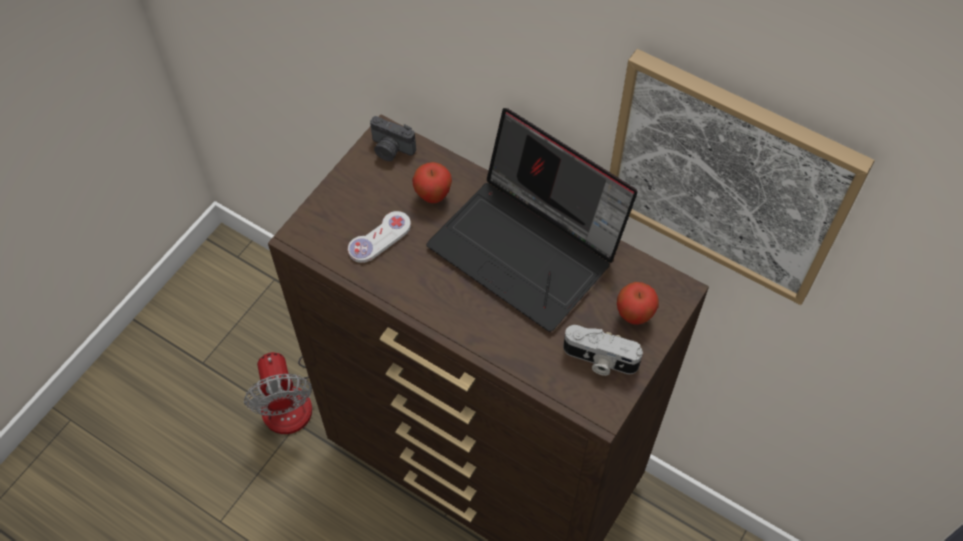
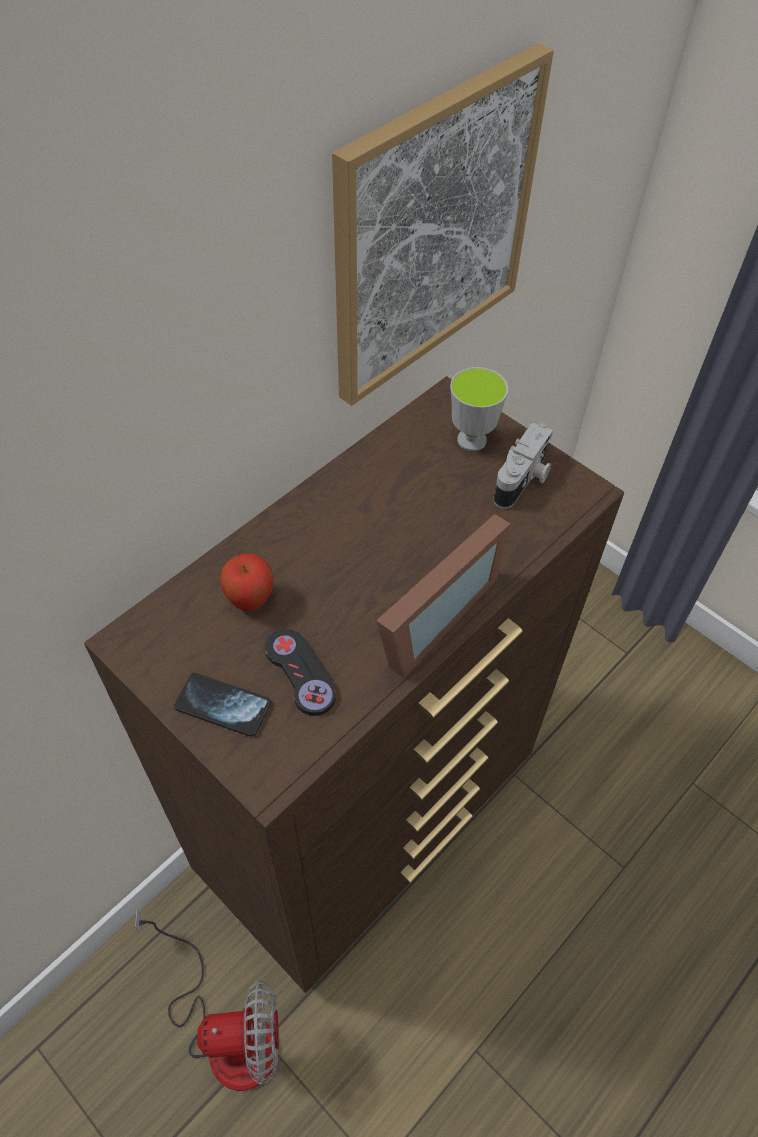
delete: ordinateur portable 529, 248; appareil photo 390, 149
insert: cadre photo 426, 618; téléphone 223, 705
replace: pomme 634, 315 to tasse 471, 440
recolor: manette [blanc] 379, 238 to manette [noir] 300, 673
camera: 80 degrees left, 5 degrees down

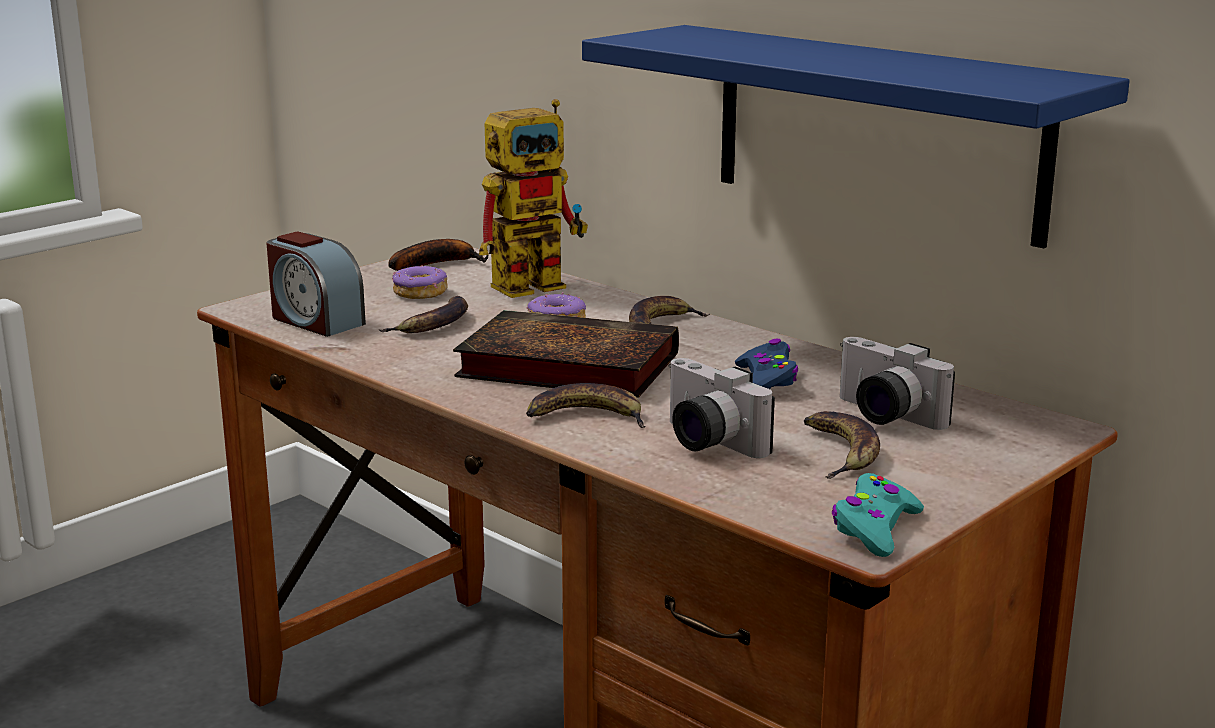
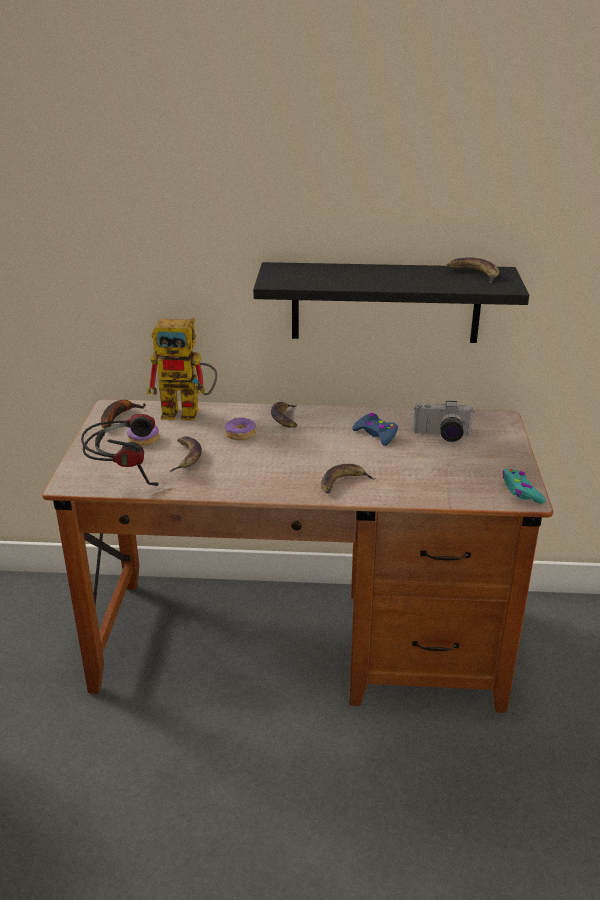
delete: livre 562, 367; appareil photo 704, 442
move: banane 839, 451 to 473, 274
replace: réveil 315, 321 to casque audio 124, 477
recolor: étagère [bleu] 877, 131 to étagère [noir] 385, 302
rotate: robot jouet 538, 283 = 189, 412 75 degrees clockwise
camera: 40 degrees left, 10 degrees up

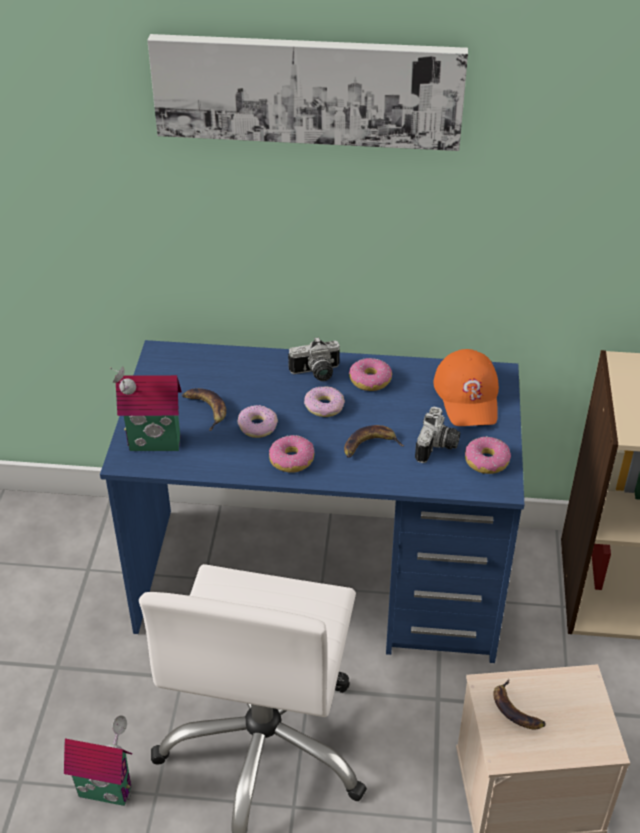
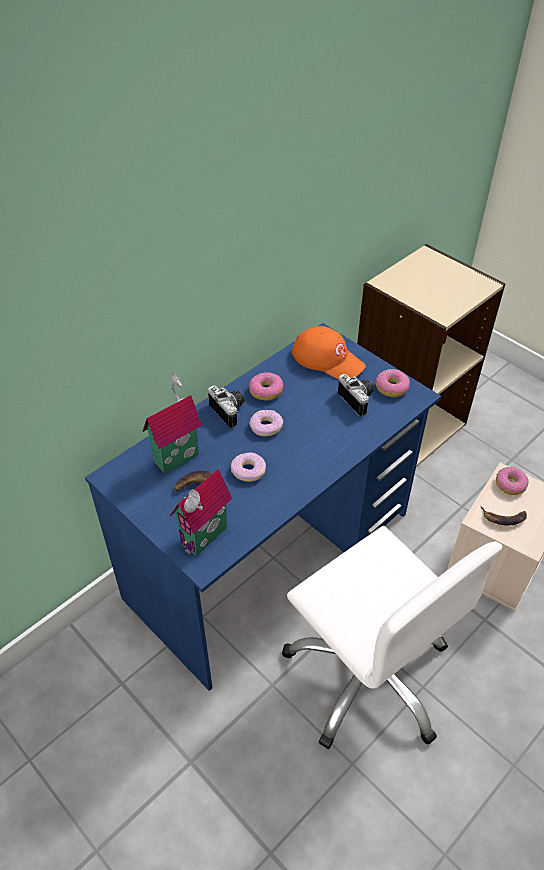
delete: tableau 307, 90; banane 369, 445
move: beignet 292, 459 to 510, 484; maison miniature 107, 788 to 175, 456
rotate: appareil photo 316, 373 = 230, 411 60 degrees counterclockwise
camera: 50 degrees left, 5 degrees up

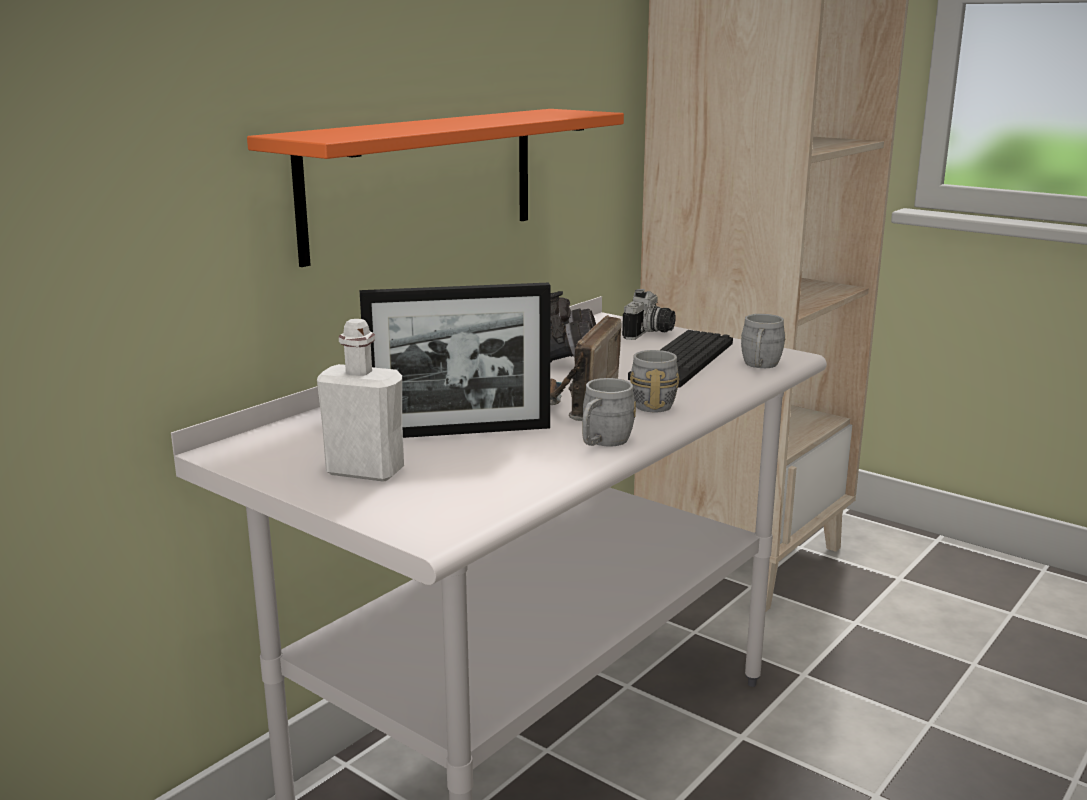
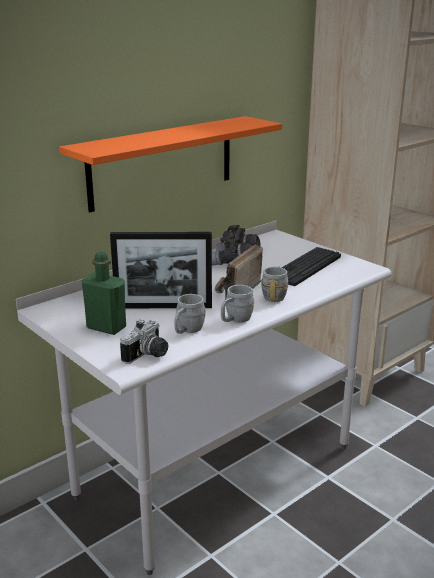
move: appareil photo 650, 333 to 148, 355; mug [gris] 759, 366 to 187, 330
recolor: bouteille [blanc] 365, 471 to bouteille [vert] 106, 327
camera: 10 degrees right, 5 degrees up

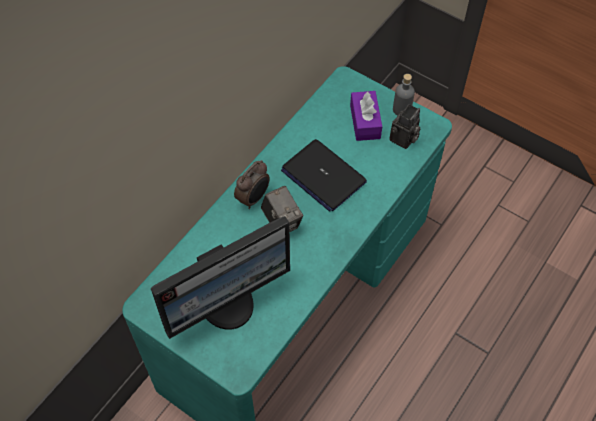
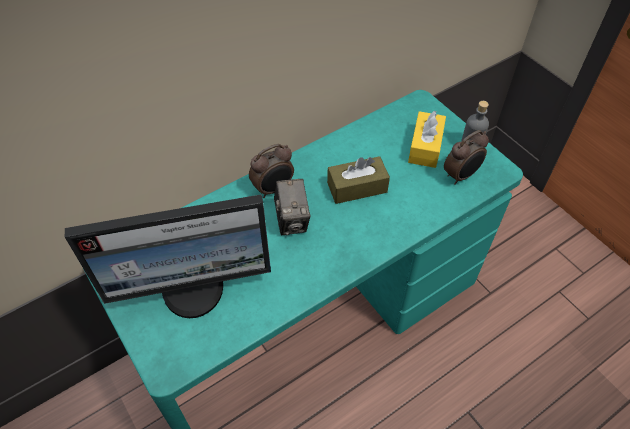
replace: appareil photo 403, 140 to réveil 461, 176; ordinateur portable 323, 176 to boîte à mouchoirs [marron] 357, 187
recolor: boîte à mouchoirs [violet] 365, 122 to boîte à mouchoirs [jaune] 425, 147
camera: 20 degrees right, 5 degrees down

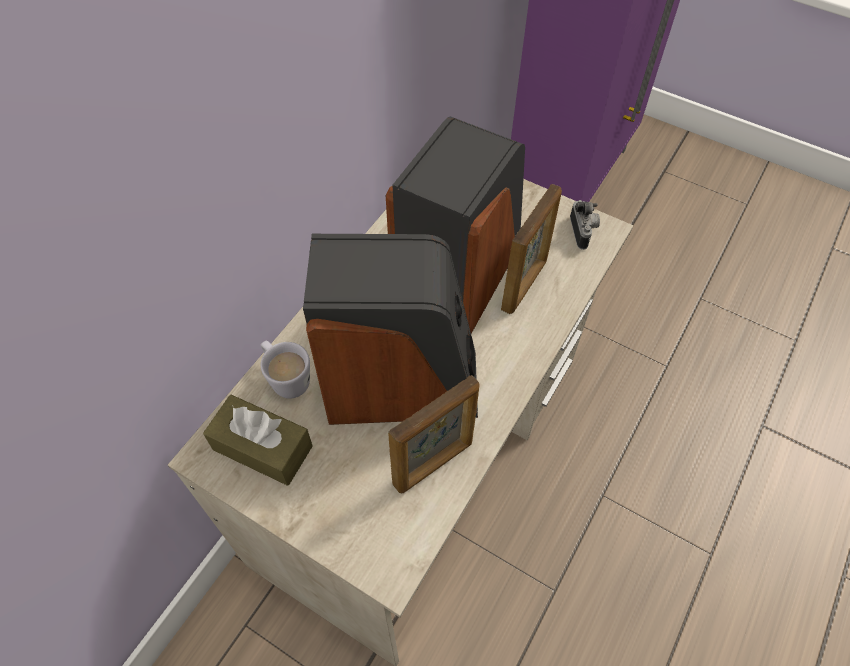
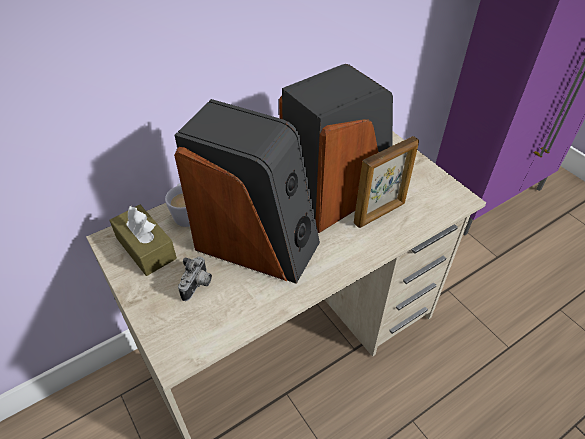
delete: cadre photo 434, 464
move: appareil photo 583, 232 to 198, 286
camera: 25 degrees right, 10 degrees down

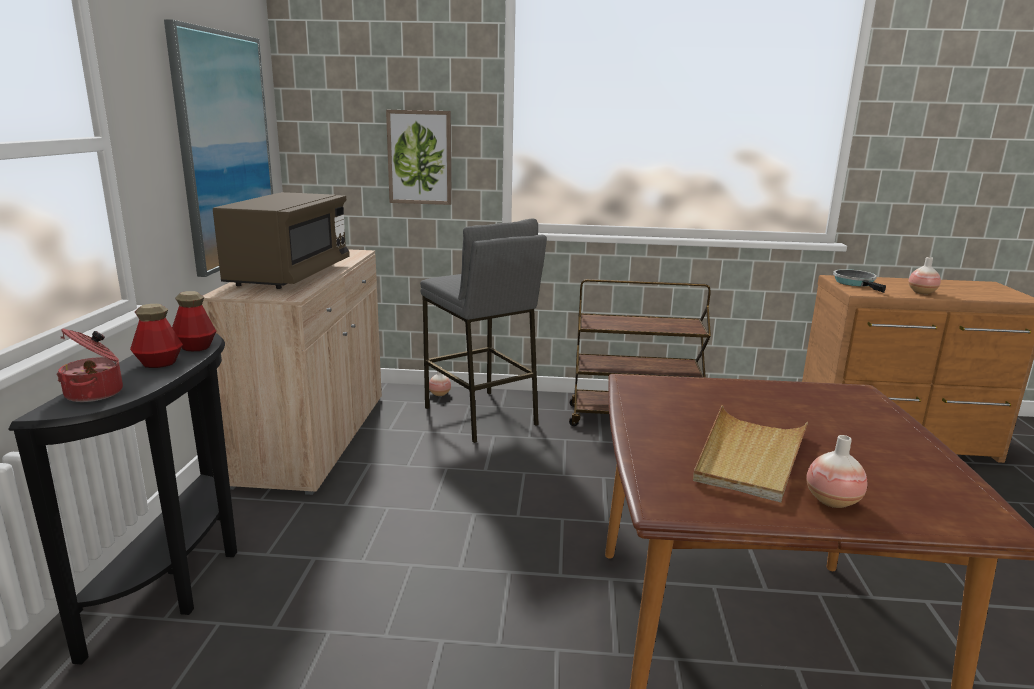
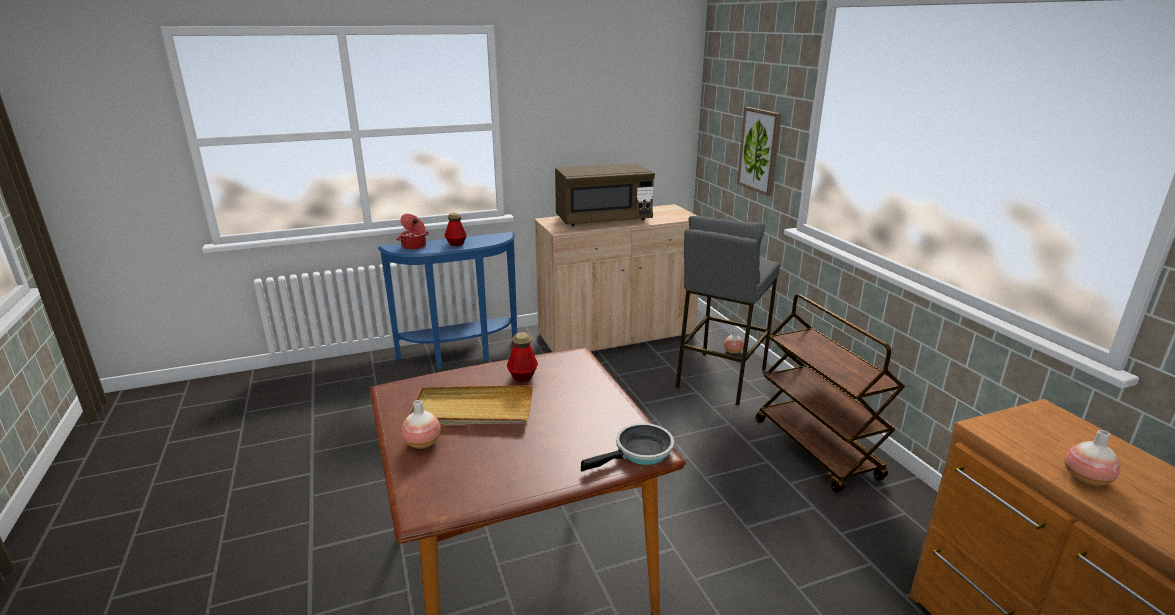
delete: tableau 226, 150
move: poêle 856, 283 to 640, 452; bouteille 195, 347 to 522, 376
recolor: table console [noir] 182, 577 to table console [bleu] 461, 356
camera: 65 degrees right, 5 degrees up

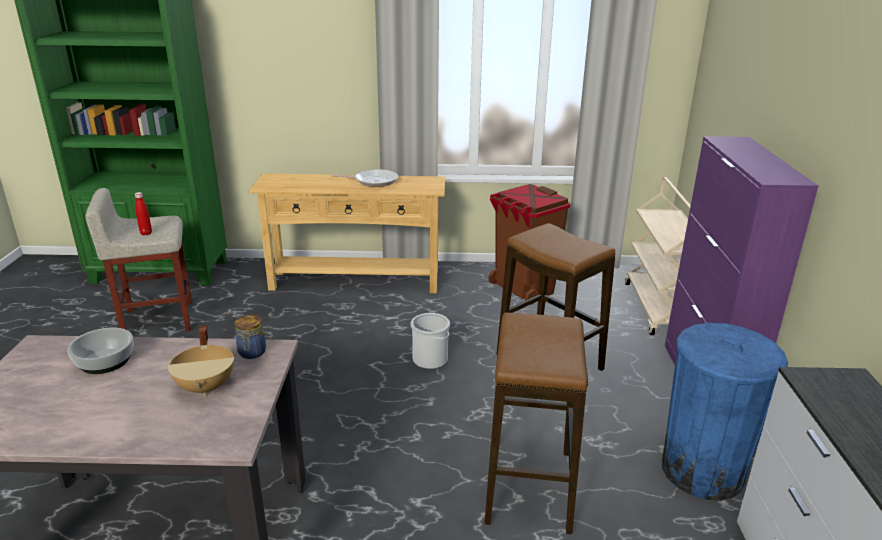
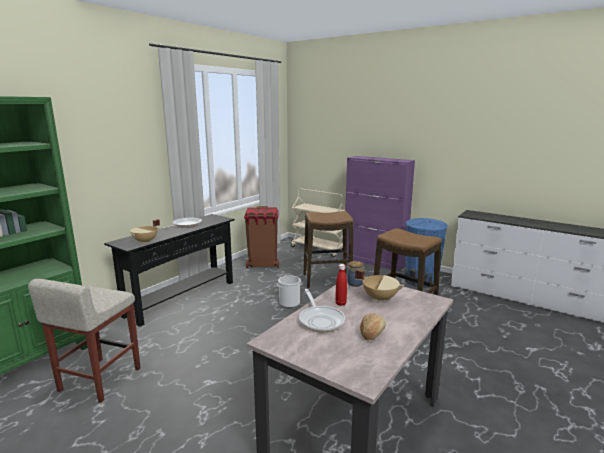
insert: marmite [beige] 146, 241; pain 372, 333
move: bouteille [rouge] 146, 233 to 340, 303
replace: bol 105, 361 to poêle 320, 320
recolor: table console [beige] 355, 281 to table console [noir] 181, 298
camera: 55 degrees left, 10 degrees down

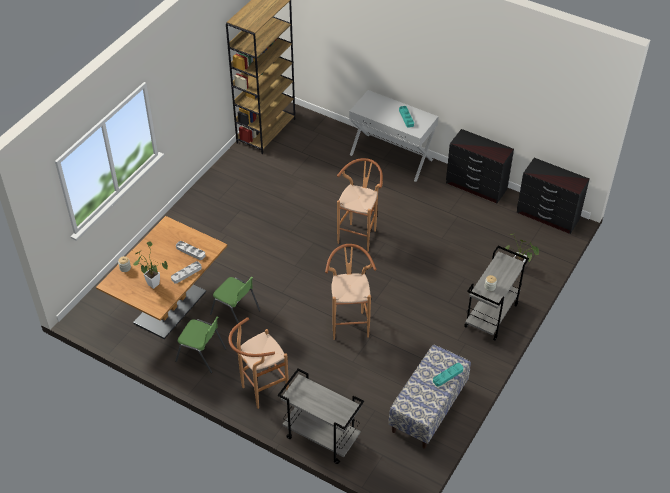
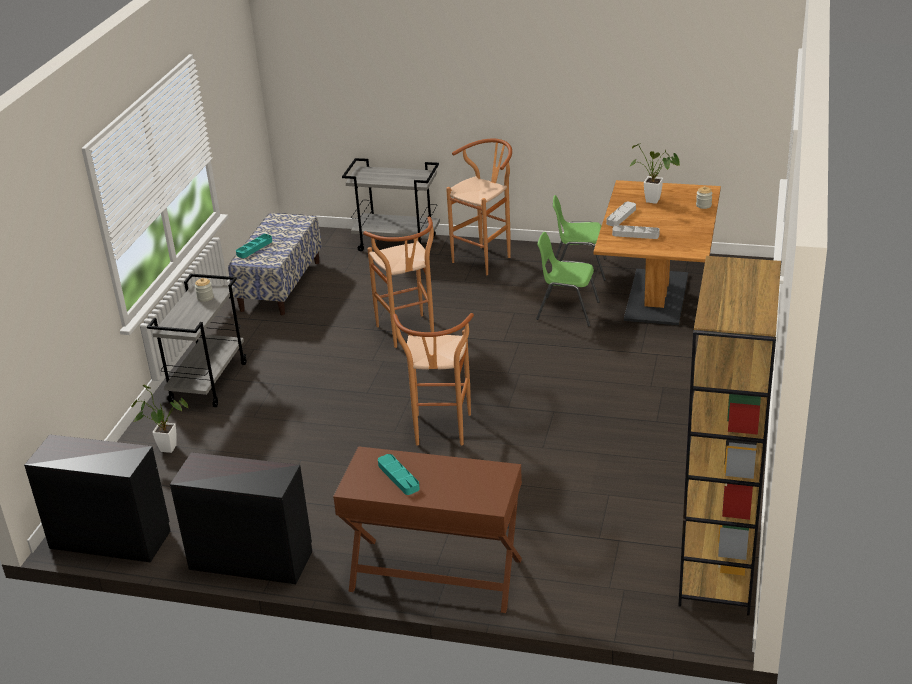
recolor: table console [blanc] 391, 157 to table console [marron] 435, 575
camera: 165 degrees right, 15 degrees down

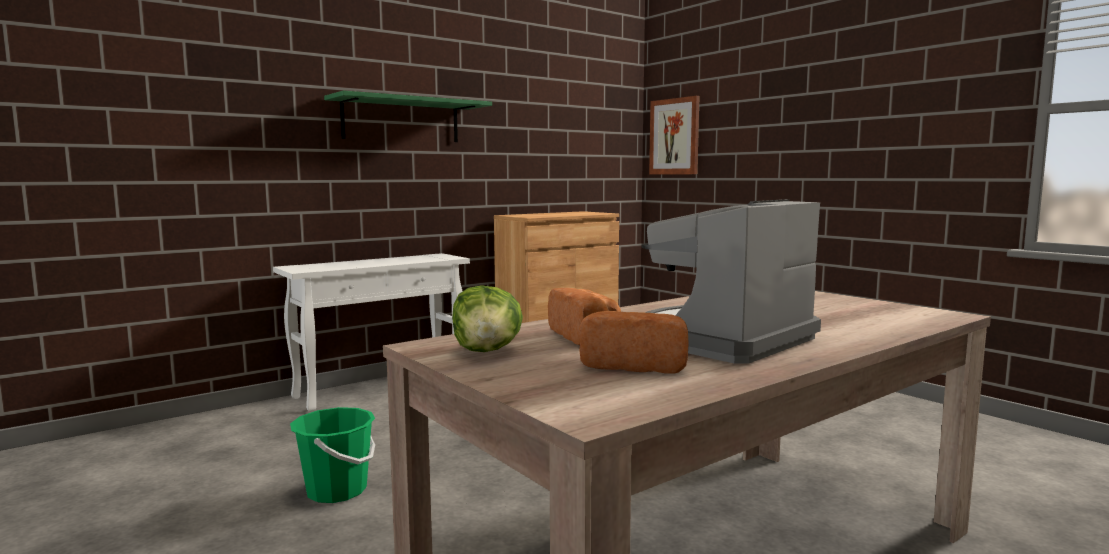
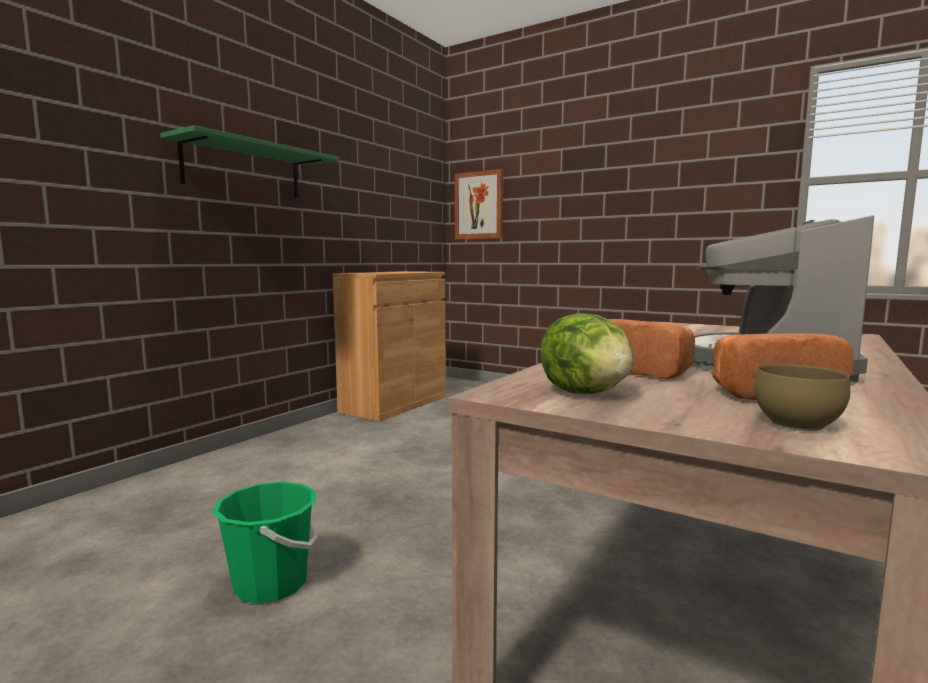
delete: table console [blanc] 382, 388
insert: bol [marron] 800, 425
camera: 20 degrees left, 0 degrees up

